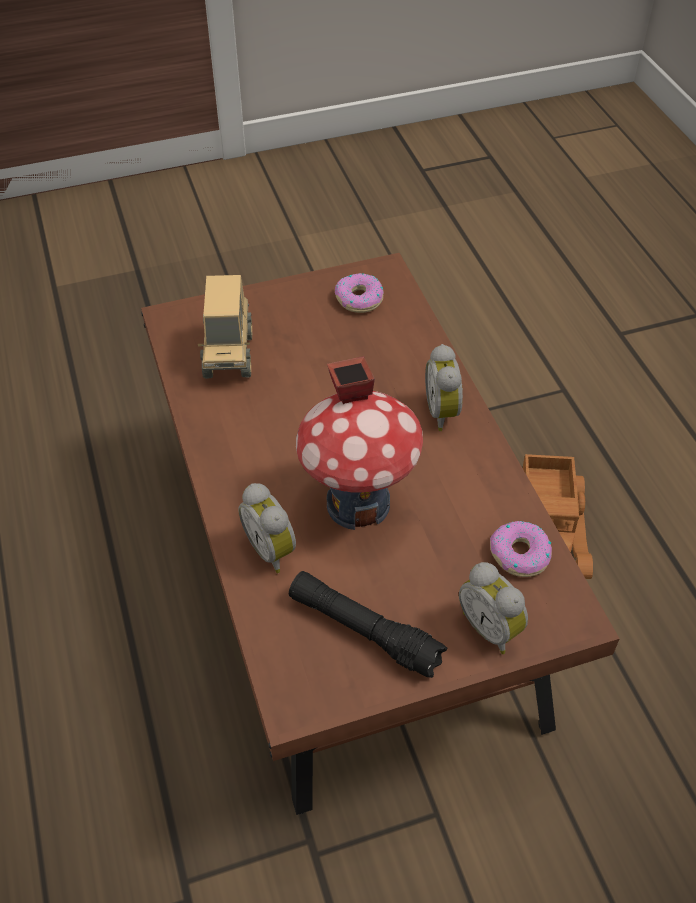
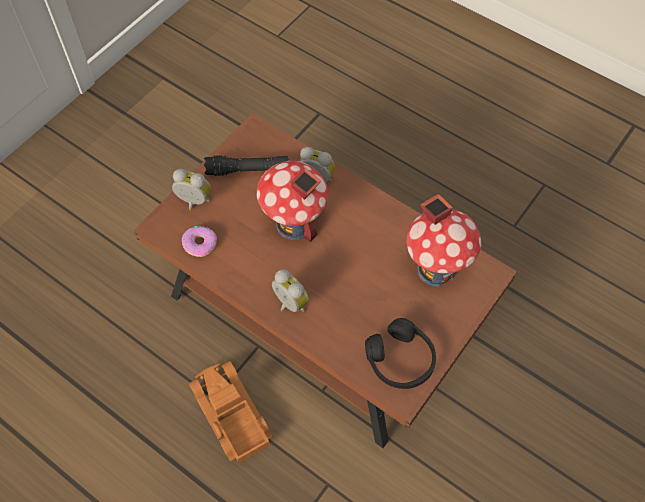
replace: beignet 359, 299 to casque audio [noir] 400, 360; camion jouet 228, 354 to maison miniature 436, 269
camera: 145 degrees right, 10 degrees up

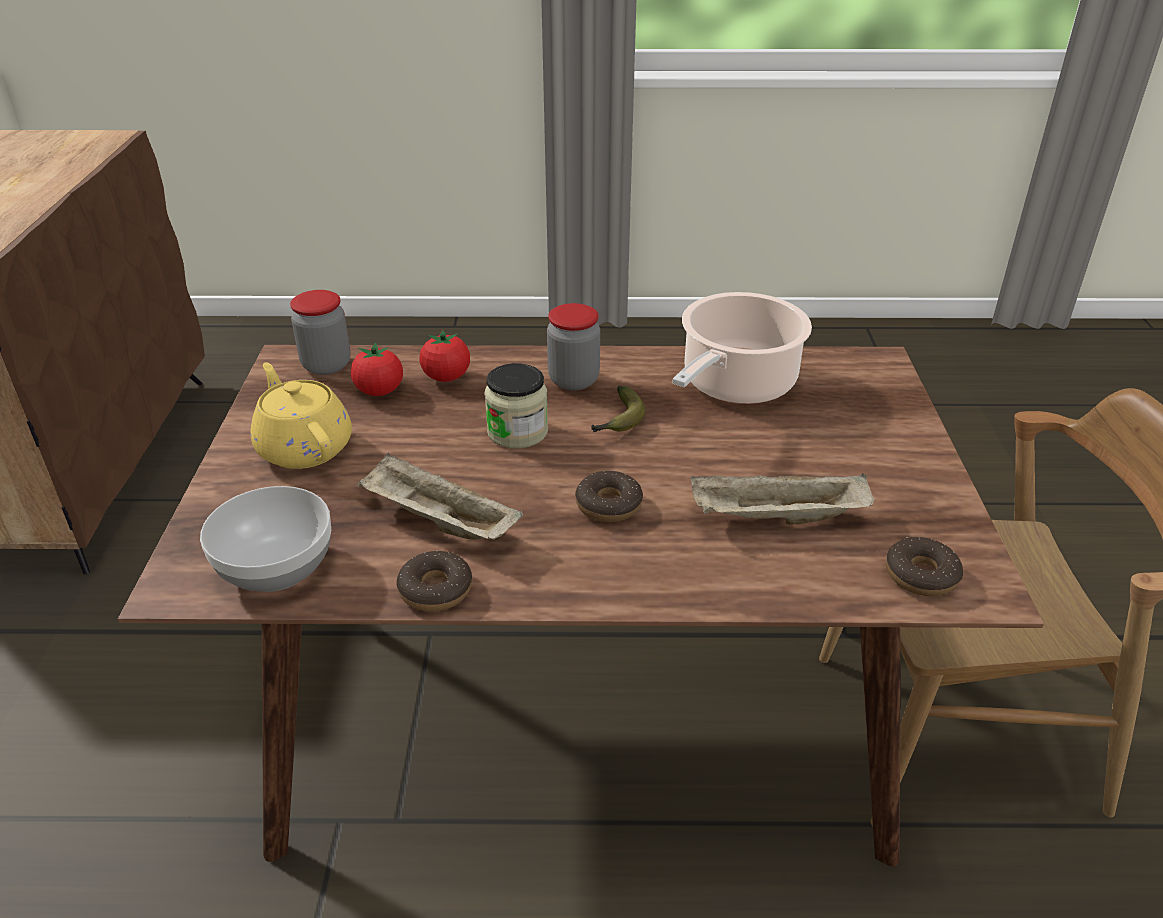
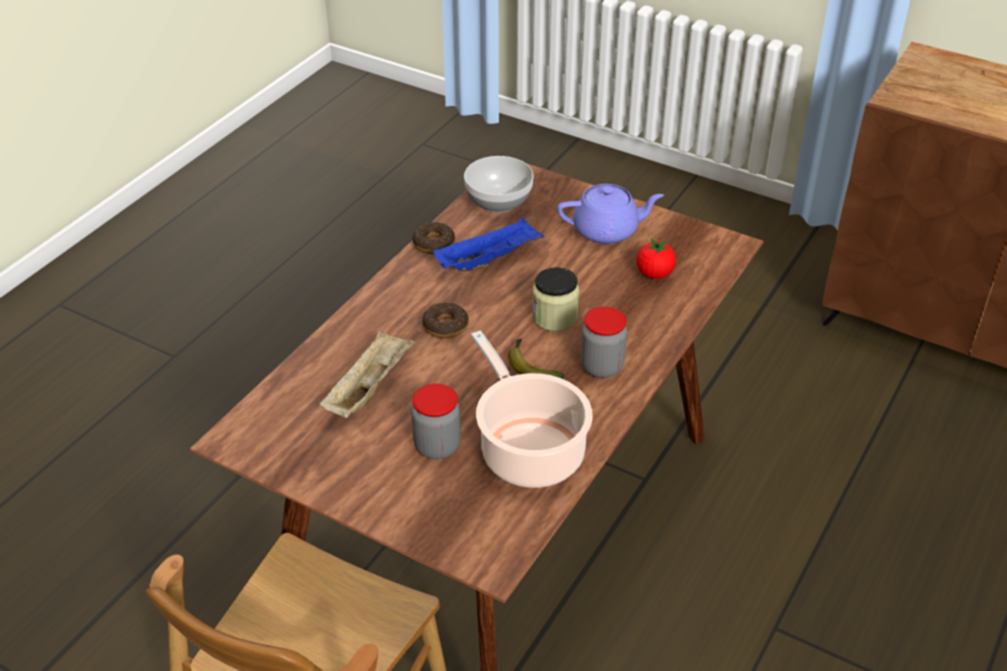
delete: tomate 446, 377; beignet 921, 575
move: bocal 326, 365 to 437, 446
recolor: théière [jaune] 304, 447 to théière [violet] 607, 230; plateau [beige] 437, 522 to plateau [bleu] 489, 259
camera: 120 degrees right, 5 degrees up

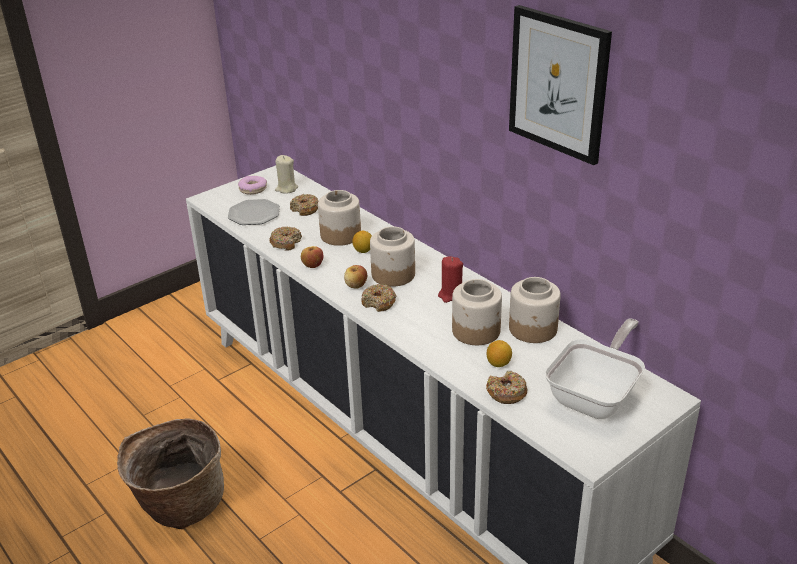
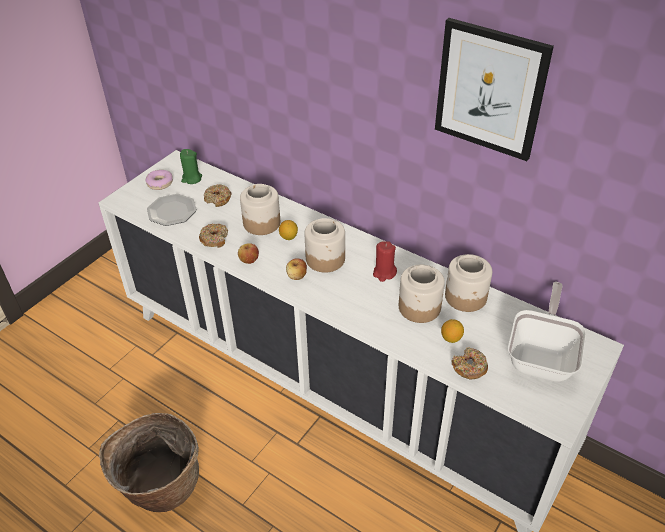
delete: beignet 379, 303
recolor: bougie [beige] 286, 189 to bougie [vert] 191, 178
camera: 15 degrees left, 10 degrees up

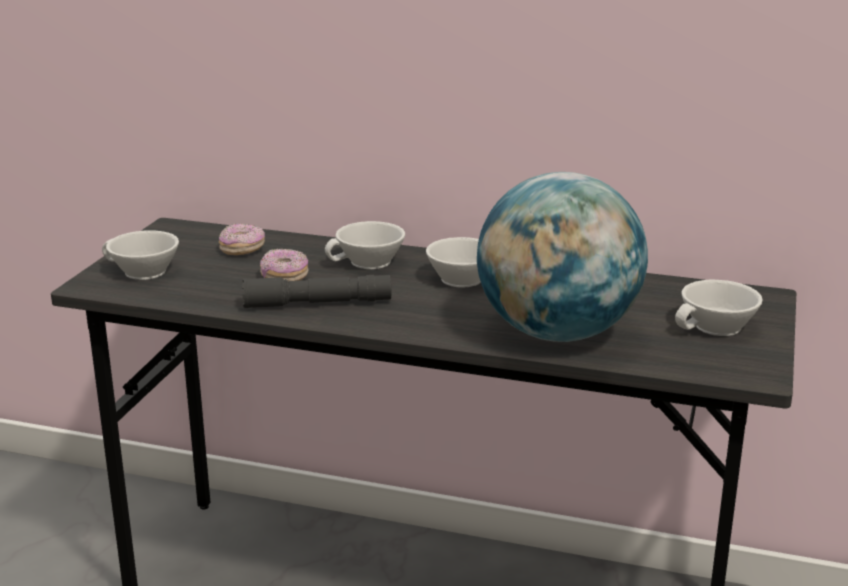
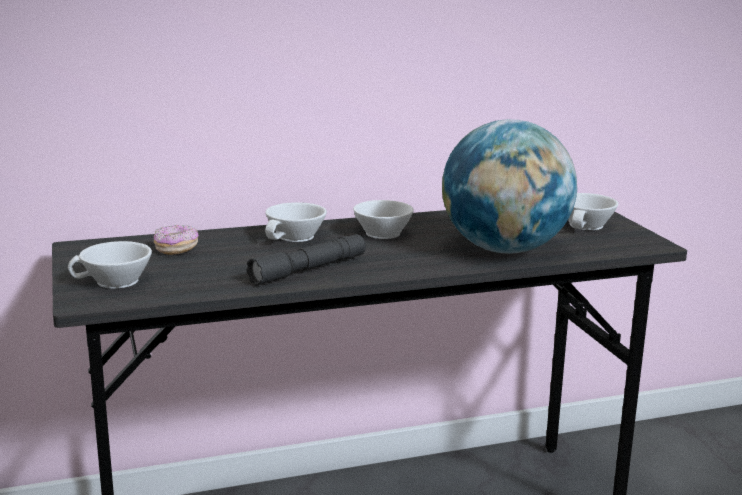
delete: beignet 284, 277
camera: 35 degrees left, 5 degrees down

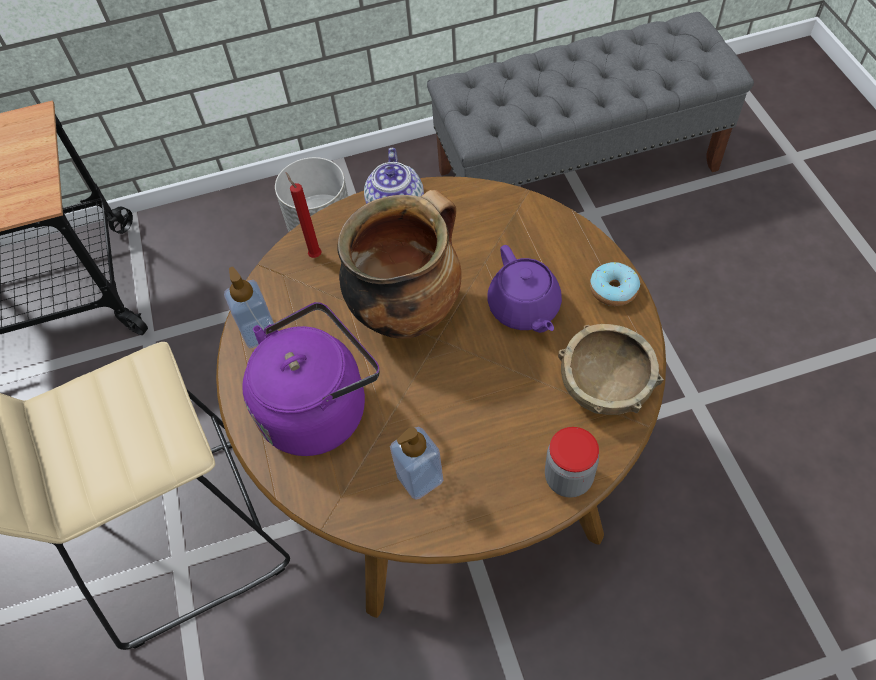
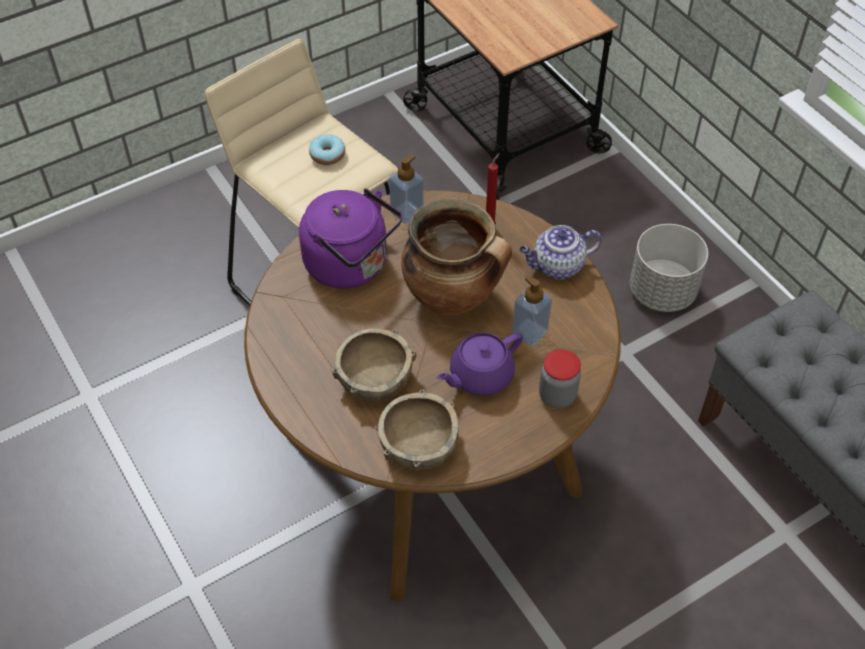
insert: bol [marron] 375, 379
move: beignet 613, 290 to 327, 155; distributeur de savon 420, 478 to 529, 332; bocal 568, 478 to 557, 395
camera: 70 degrees right, 5 degrees down

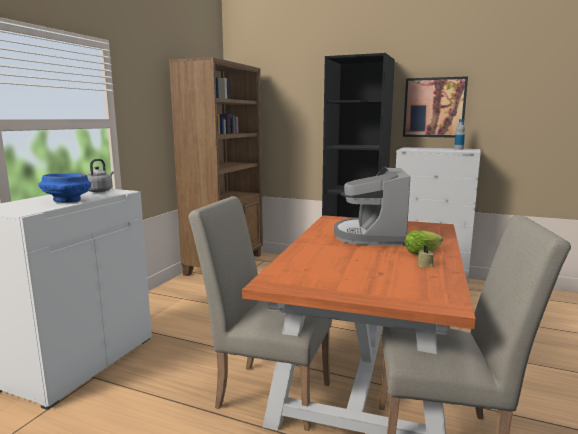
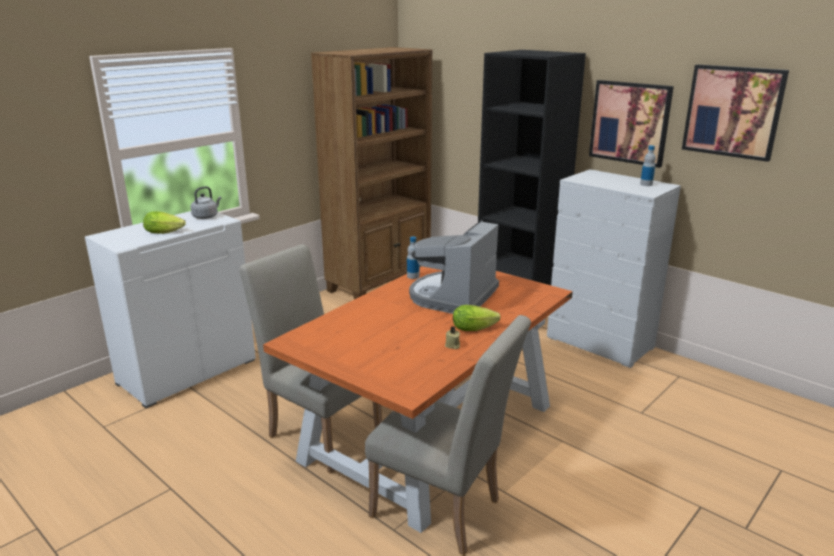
insert: tableau 733, 111; bouteille 413, 276
replace: bol [bleu] 67, 201 to laitue 166, 232
camera: 20 degrees right, 10 degrees up

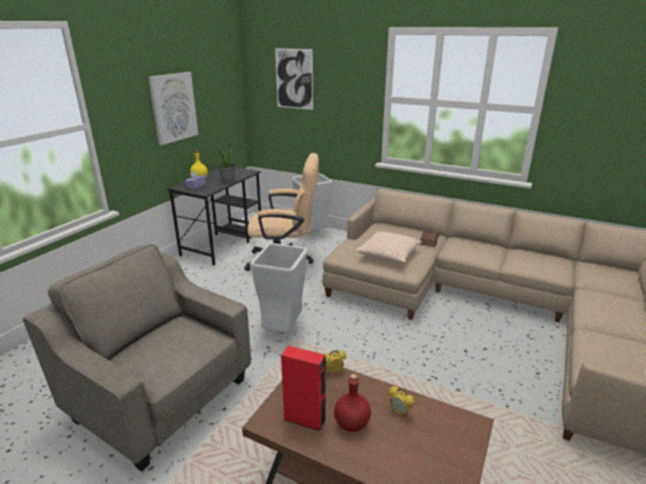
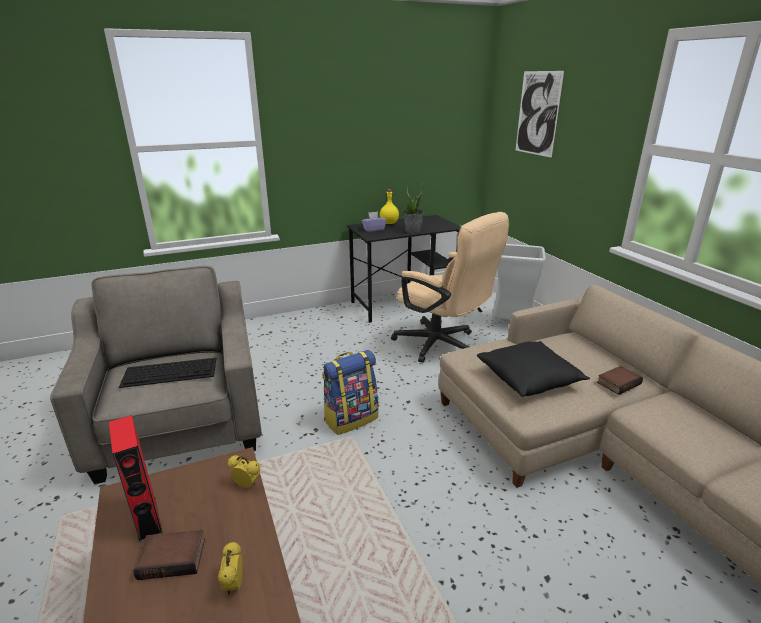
delete: tableau 173, 107
insert: clavier 171, 372
replace: poubelle [gris] 283, 330 to sac à dos 351, 418; bouteille [rouge] 351, 423 to livre 173, 557
recolor: coussin [beige] 388, 254 to coussin [noir] 529, 379
camera: 40 degrees right, 0 degrees up

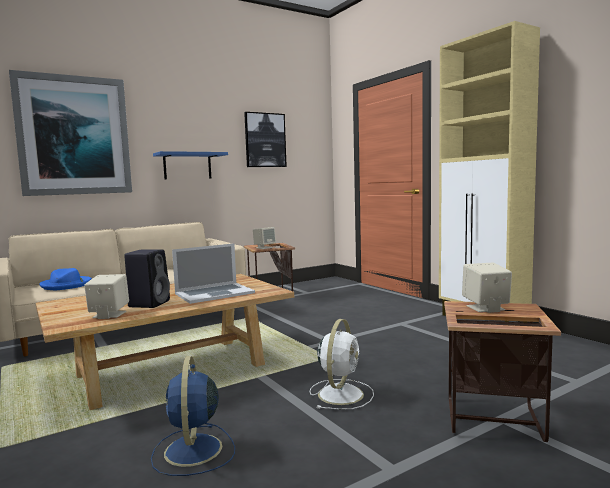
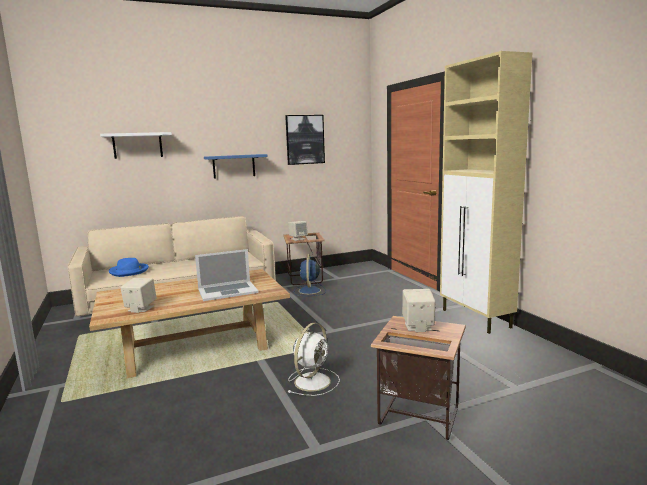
delete: enceinte [noir] 149, 303
move: ventilateur [bleu] 193, 451 to 309, 291
replace: tableau 74, 136 to étagère [blanc] 137, 145
camera: 10 degrees right, 5 degrees up

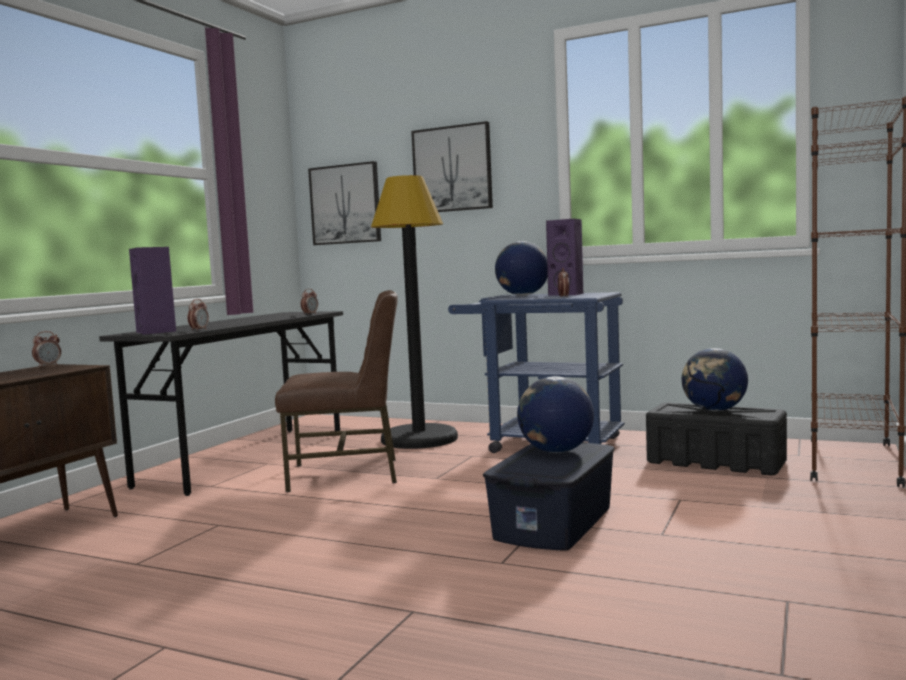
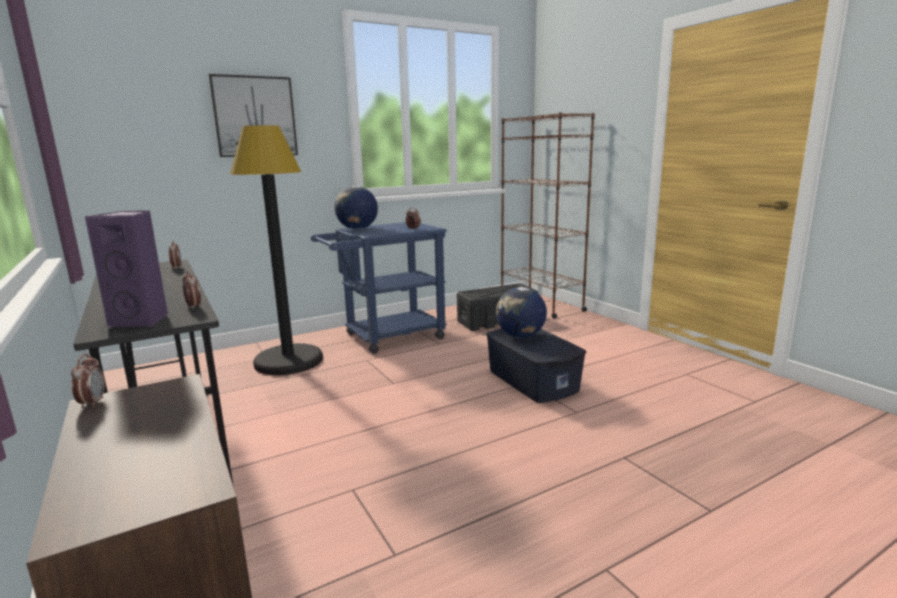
delete: tableau 345, 204; enceinte [violet] 568, 294; chaise [marron] 346, 474; globe 714, 410
camera: 55 degrees left, 10 degrees up

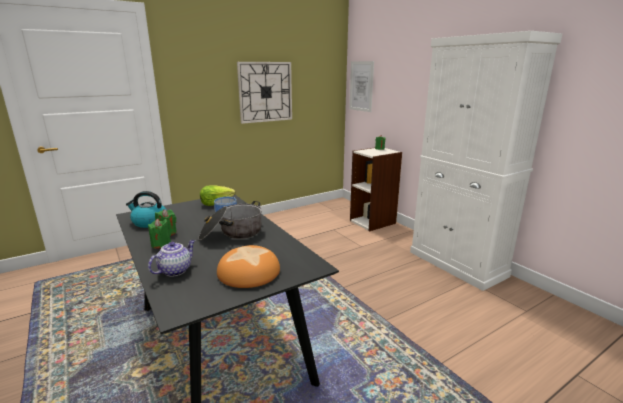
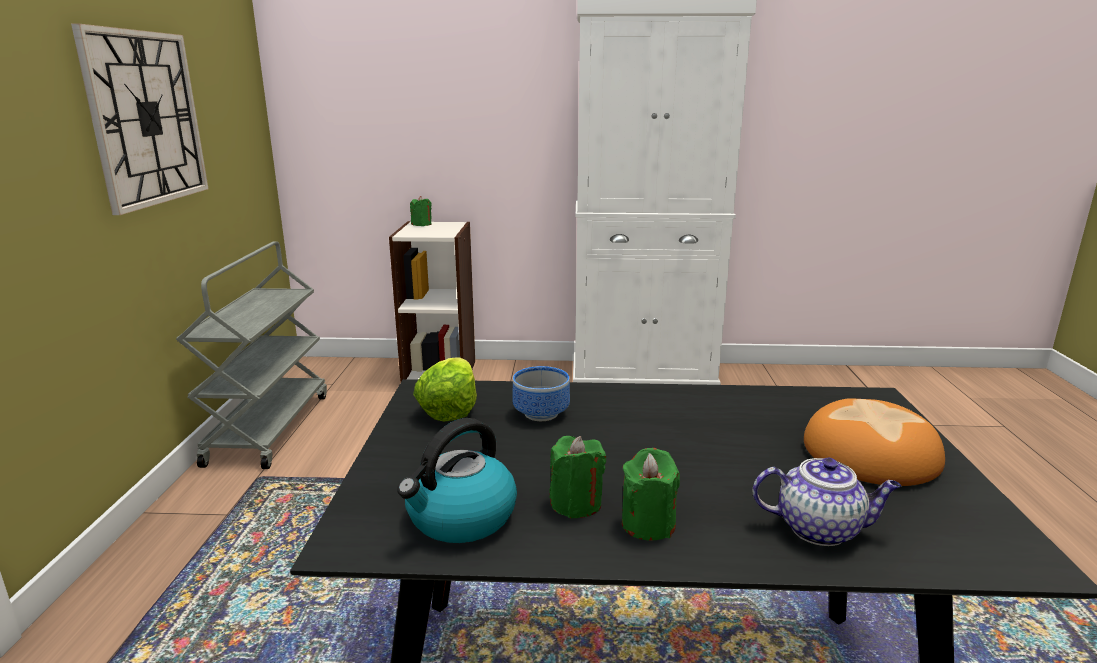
delete: tableau 361, 86; marmite 232, 233
insert: chariot [gris] 268, 428
rotate: théière 175, 270 = 820, 529 120 degrees clockwise
camera: 55 degrees left, 0 degrees up

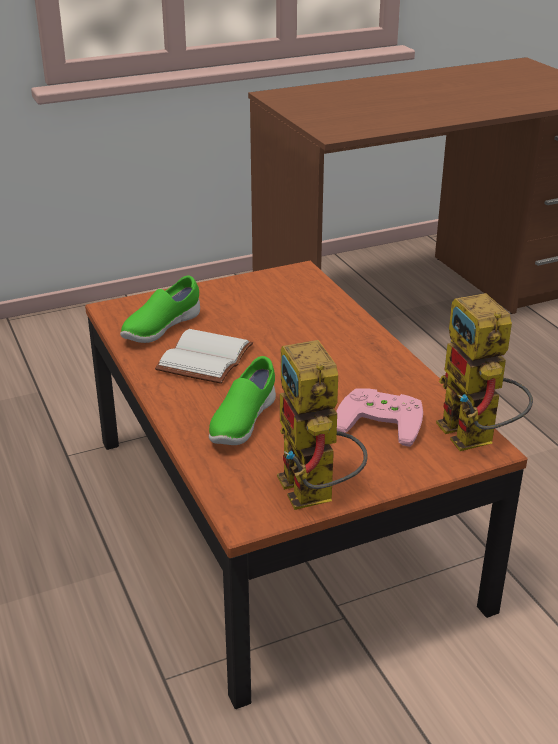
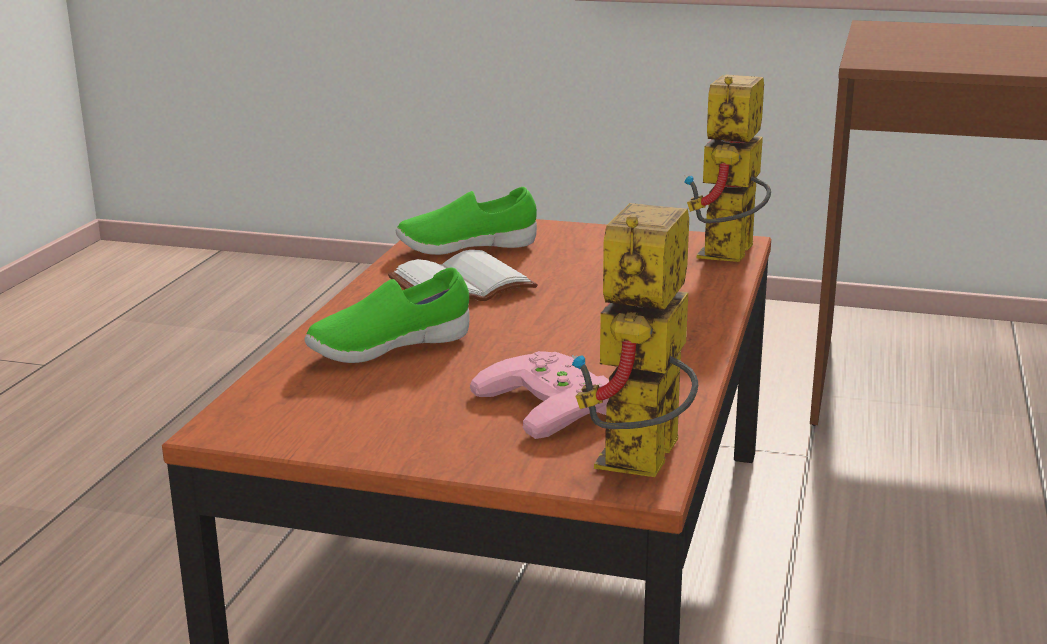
move: robot jouet 315, 496 to 729, 257
camera: 40 degrees right, 10 degrees down

